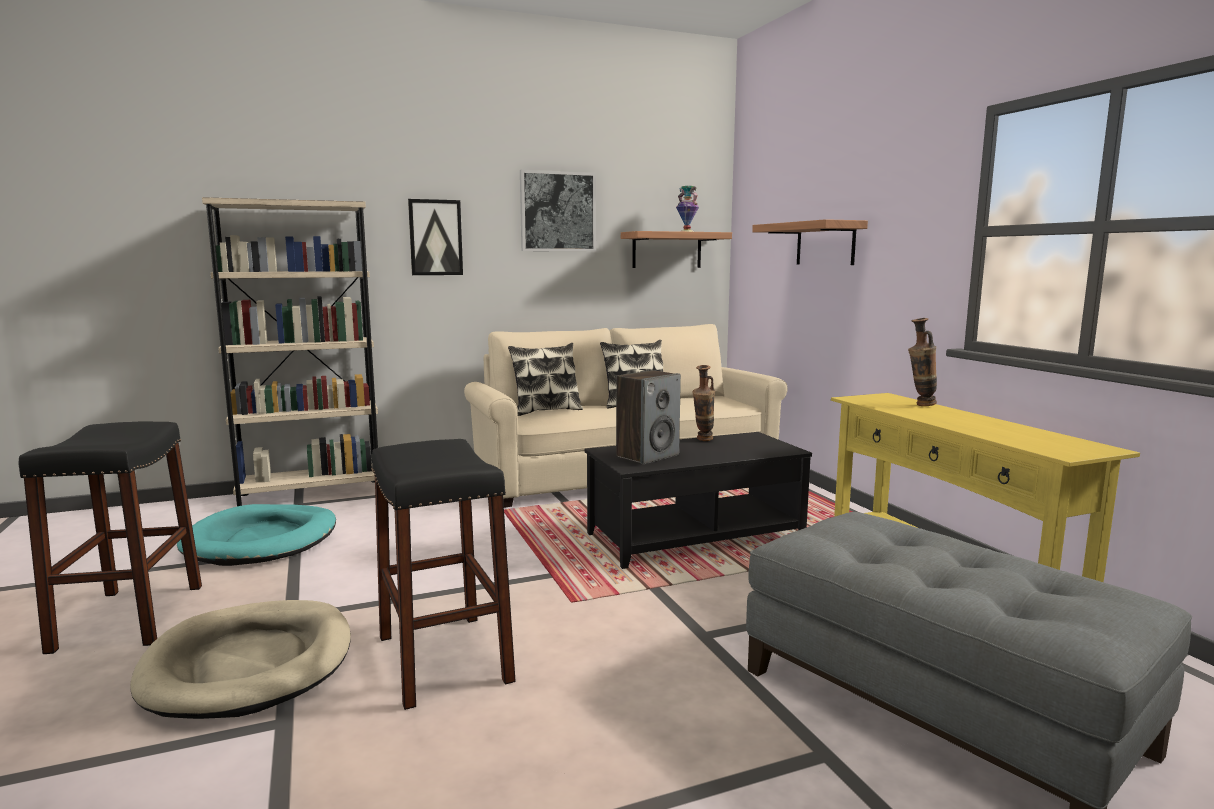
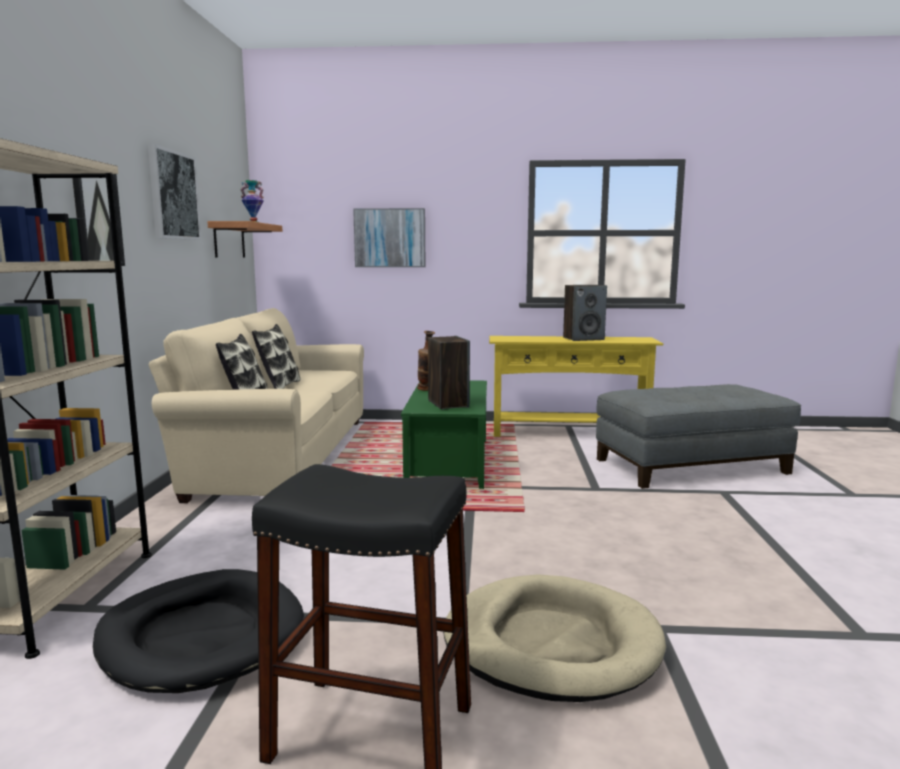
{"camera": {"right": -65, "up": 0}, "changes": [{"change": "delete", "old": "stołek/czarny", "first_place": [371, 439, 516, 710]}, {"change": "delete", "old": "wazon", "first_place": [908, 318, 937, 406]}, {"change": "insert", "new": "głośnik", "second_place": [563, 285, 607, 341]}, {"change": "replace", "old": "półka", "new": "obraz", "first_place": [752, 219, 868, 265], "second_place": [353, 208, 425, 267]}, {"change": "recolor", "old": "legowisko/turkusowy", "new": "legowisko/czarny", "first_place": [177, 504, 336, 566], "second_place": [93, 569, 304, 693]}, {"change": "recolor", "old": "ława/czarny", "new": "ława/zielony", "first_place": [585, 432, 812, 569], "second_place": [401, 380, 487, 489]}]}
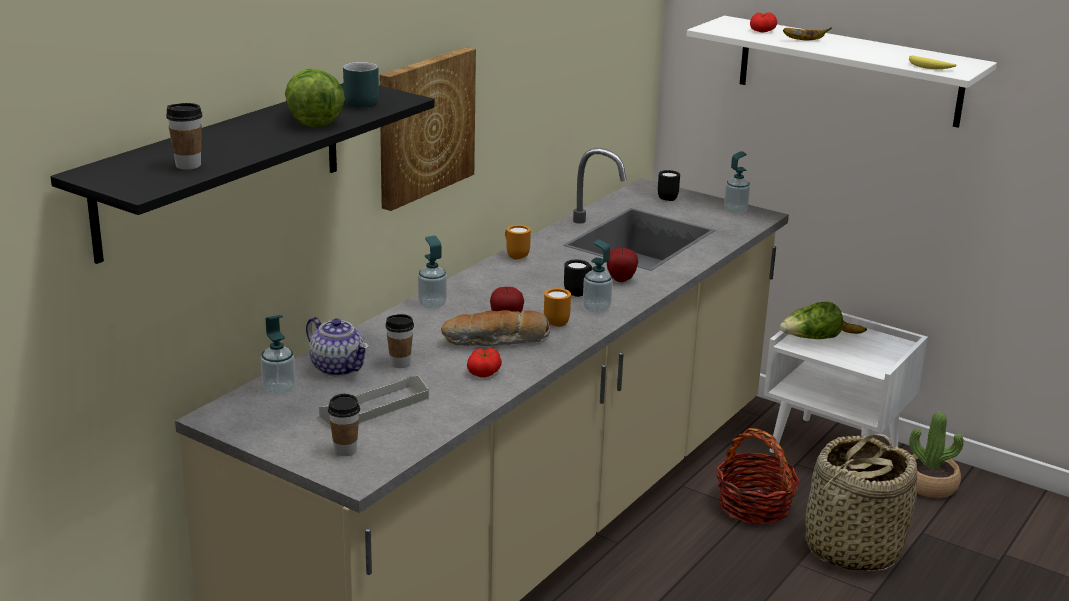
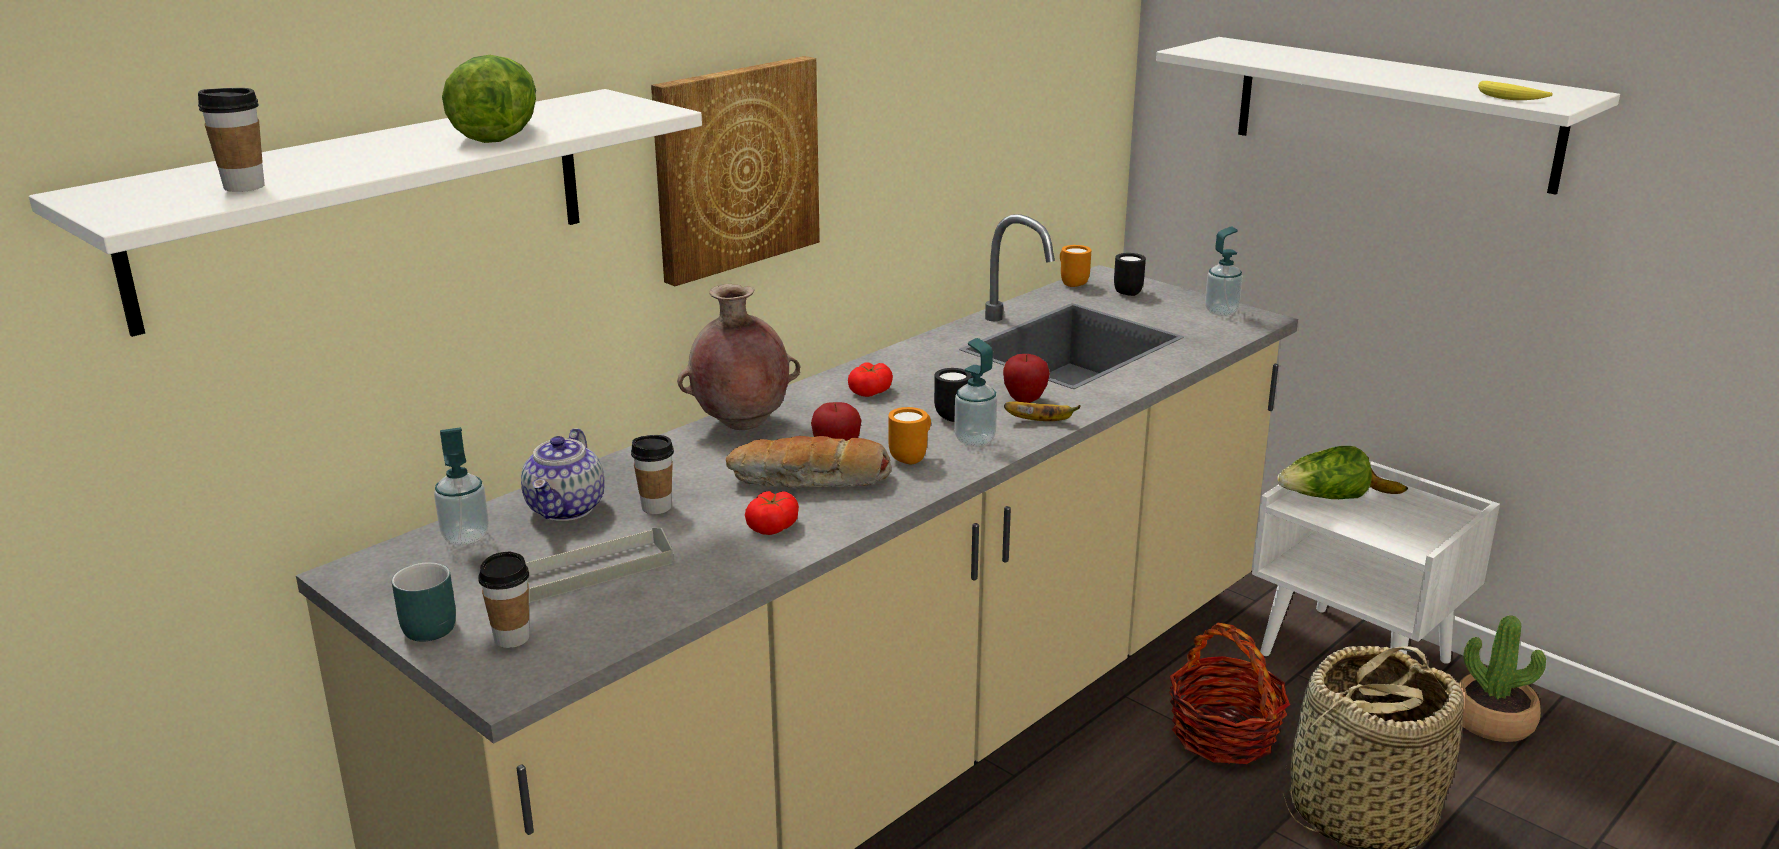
{"camera": {"right": 10, "up": 0}, "changes": [{"change": "move", "old": "kubek/turkusowy", "first_place": [343, 62, 379, 108], "second_place": [392, 562, 456, 642]}, {"change": "move", "old": "kubek/pomarańczowy", "first_place": [505, 225, 531, 259], "second_place": [1060, 245, 1091, 287]}, {"change": "move", "old": "pomidor", "first_place": [750, 12, 777, 33], "second_place": [848, 363, 893, 397]}, {"change": "move", "old": "banan", "first_place": [783, 27, 832, 40], "second_place": [1004, 402, 1081, 421]}, {"change": "replace", "old": "dozownik mydła", "new": "wazon/brązowy", "first_place": [418, 236, 447, 309], "second_place": [677, 284, 801, 430]}, {"change": "recolor", "old": "półka/czarny", "new": "półka/biały", "first_place": [51, 83, 435, 264], "second_place": [29, 89, 702, 337]}, {"change": "rotate", "old": "imbryk", "first_place": [306, 317, 369, 376], "second_place": [521, 428, 605, 521], "degrees": 45}]}
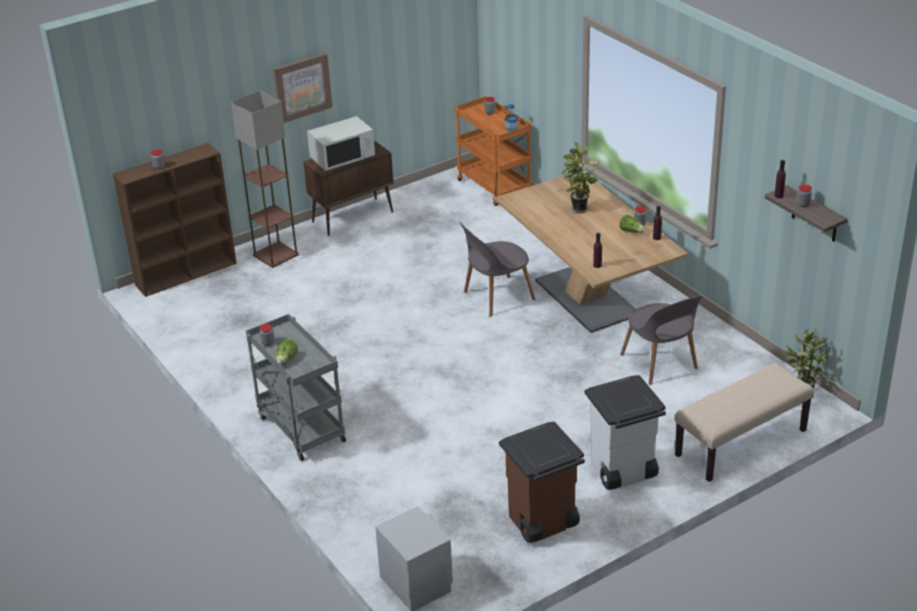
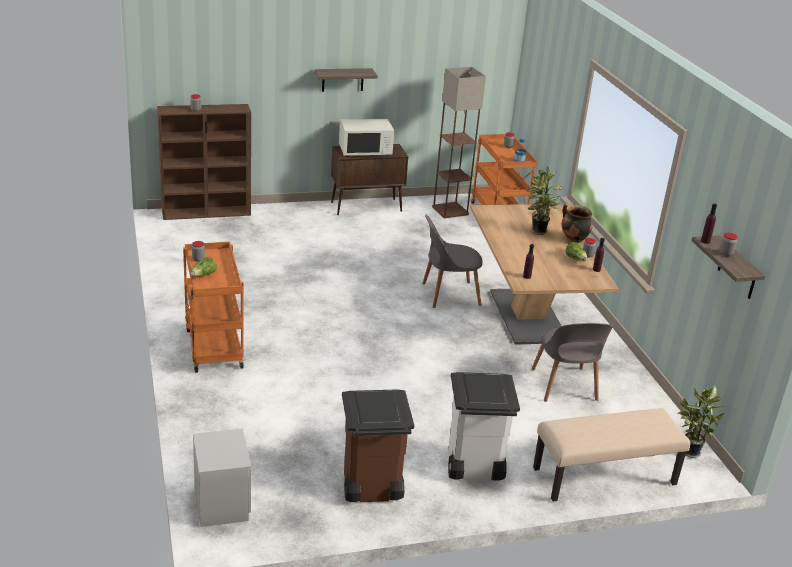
{"camera": {"right": 15, "up": -5}, "changes": [{"change": "insert", "new": "garnek", "second_place": [561, 204, 593, 243]}, {"change": "move", "old": "lampa stojąca", "first_place": [231, 90, 299, 268], "second_place": [432, 67, 486, 218]}, {"change": "replace", "old": "obraz", "new": "półka", "first_place": [273, 53, 332, 123], "second_place": [314, 68, 378, 92]}, {"change": "recolor", "old": "wózek/szary", "new": "wózek/pomarańczowy", "first_place": [246, 314, 346, 461], "second_place": [183, 242, 244, 373]}]}
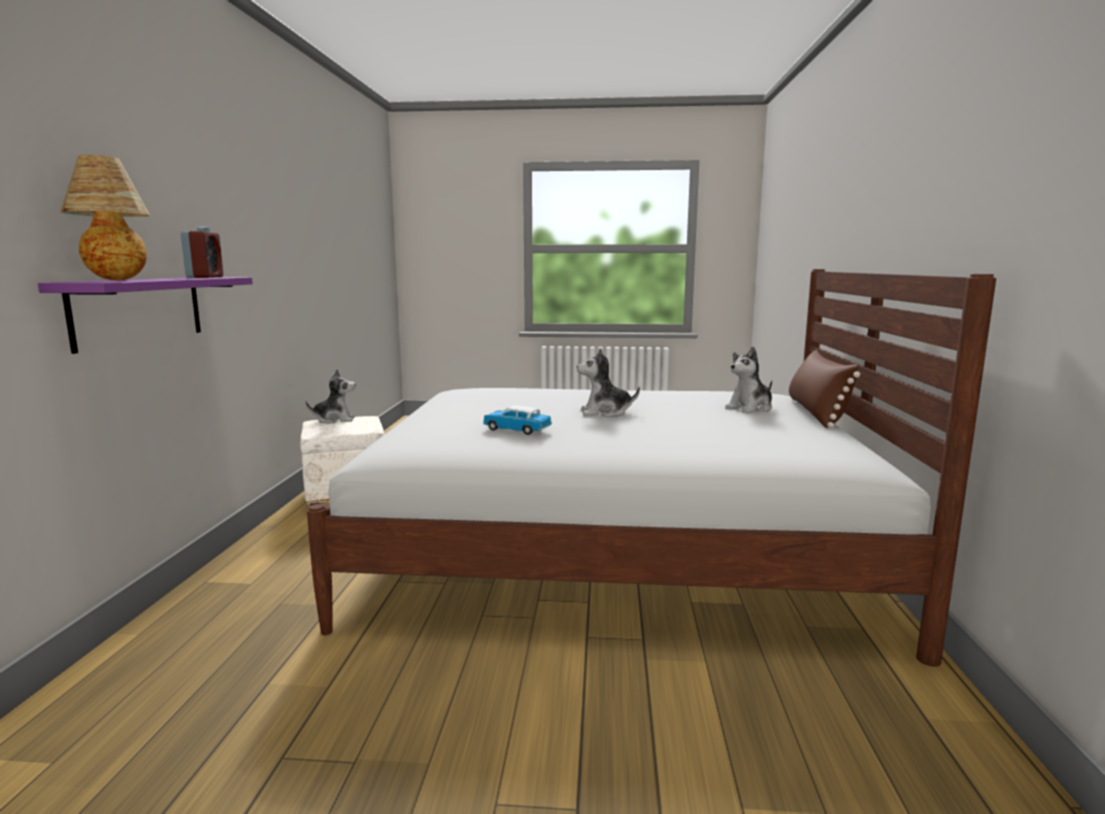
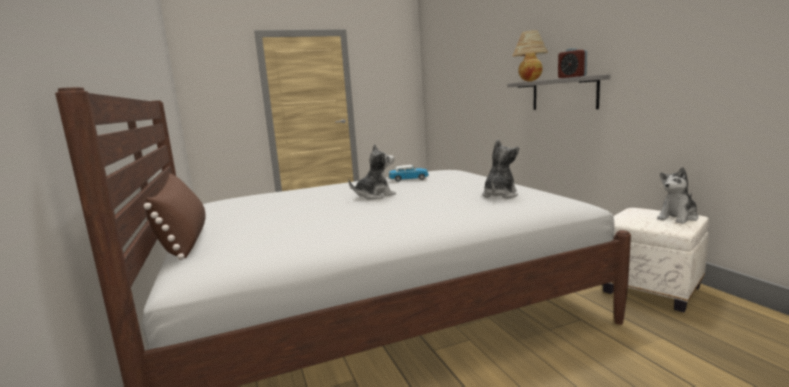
{"camera": {"right": 155, "up": 0}, "changes": [{"change": "move", "old": "pluszak", "first_place": [725, 346, 772, 413], "second_place": [482, 139, 519, 199]}, {"change": "recolor", "old": "półka/fioletowy", "new": "półka/szary", "first_place": [38, 277, 253, 354], "second_place": [507, 75, 610, 110]}]}
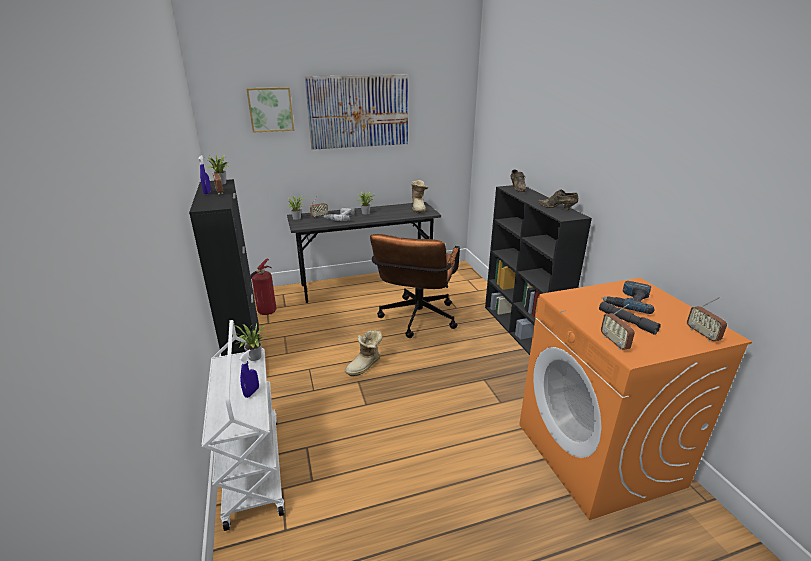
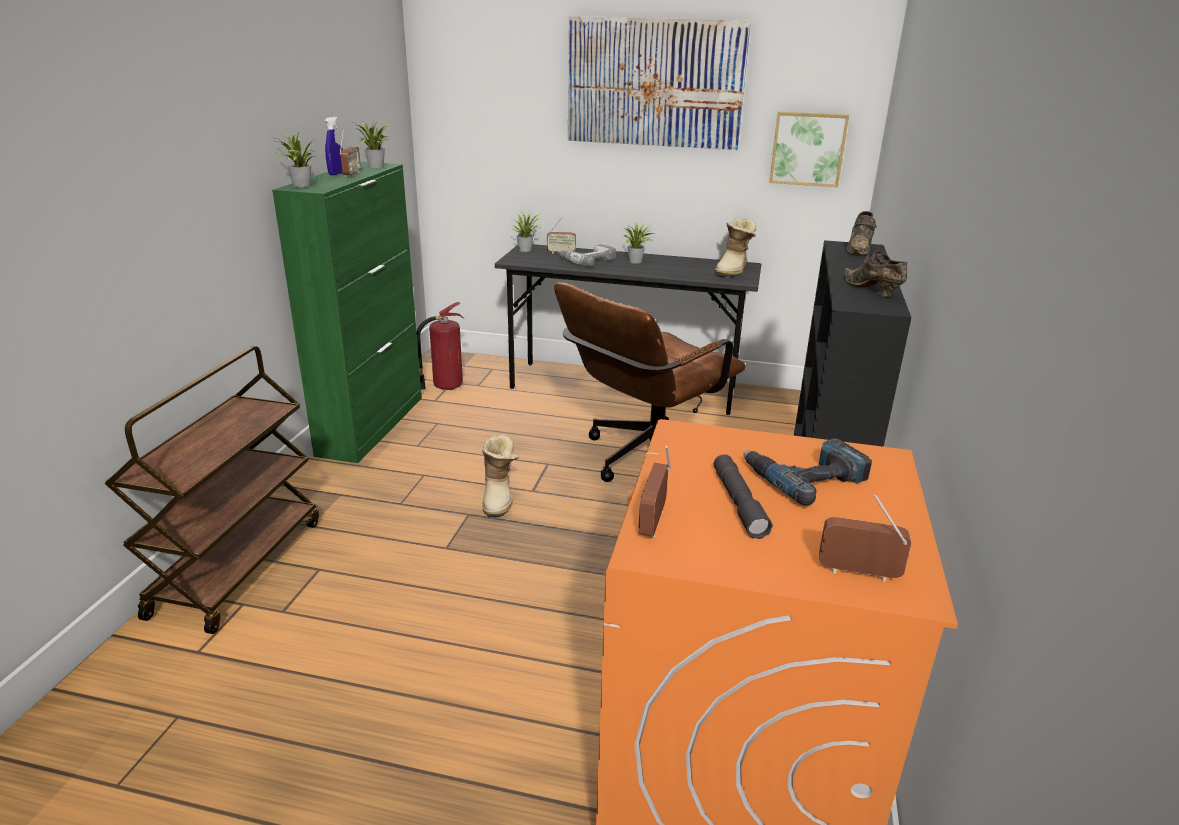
{"camera": {"right": 30, "up": 0}, "changes": [{"change": "delete", "old": "spryskiwacz/niebieski", "first_place": [239, 349, 259, 398]}, {"change": "move", "old": "roślina doniczkowa", "first_place": [234, 324, 266, 361], "second_place": [270, 133, 316, 187]}, {"change": "move", "old": "obraz", "first_place": [246, 87, 294, 132], "second_place": [769, 111, 849, 187]}, {"change": "recolor", "old": "szafka/czarny", "new": "szafka/zielony", "first_place": [189, 179, 260, 356], "second_place": [272, 162, 422, 463]}, {"change": "recolor", "old": "wózek/biały", "new": "wózek/brązowy", "first_place": [202, 320, 285, 531], "second_place": [105, 346, 319, 634]}, {"change": "rotate", "old": "but z cholewką", "first_place": [345, 330, 382, 376], "second_place": [482, 435, 519, 518], "degrees": -75}, {"change": "rotate", "old": "radio", "first_place": [687, 297, 727, 342], "second_place": [819, 494, 912, 582], "degrees": 90}]}
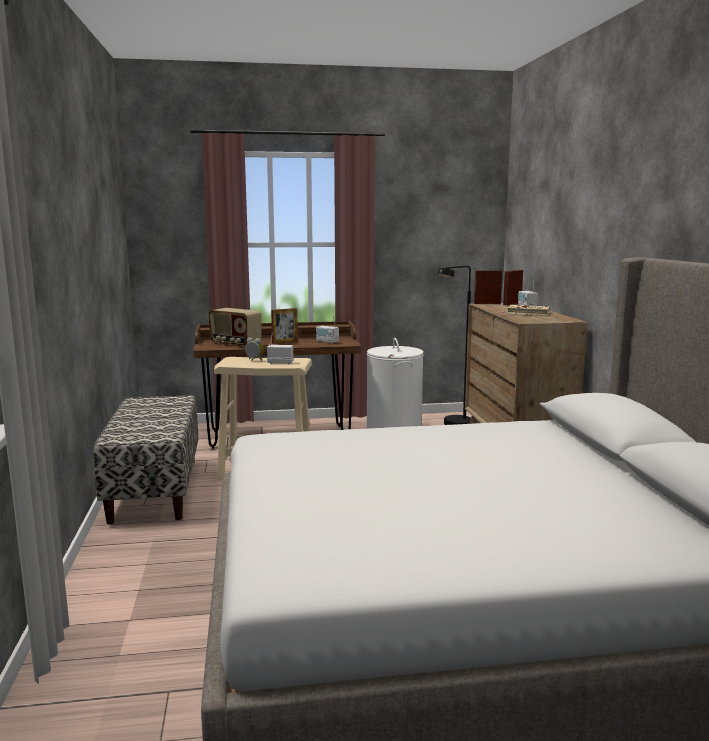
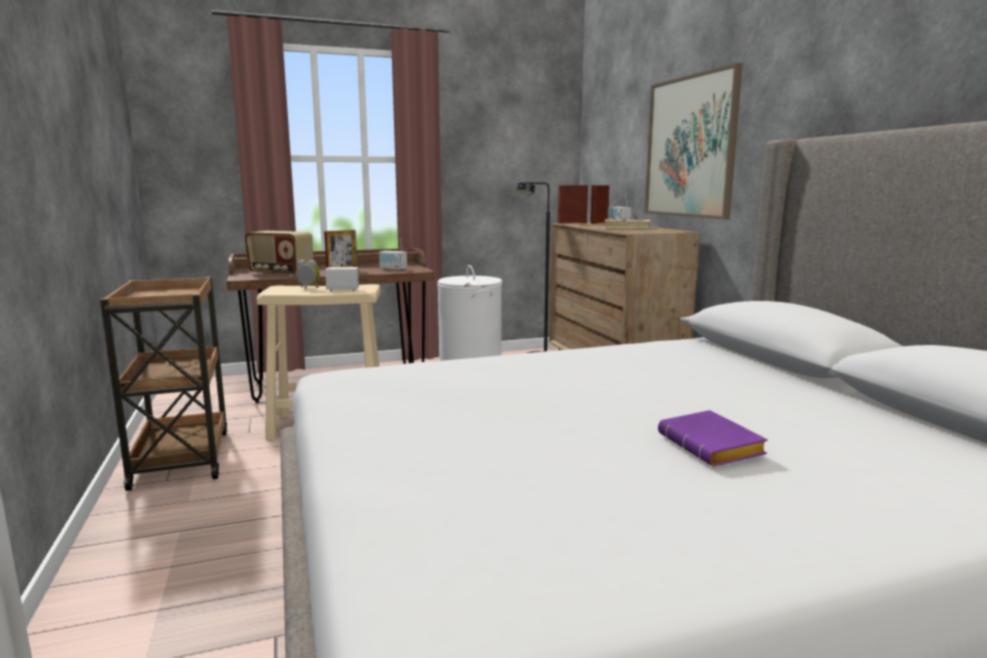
{"camera": {"right": -10, "up": 0}, "changes": [{"change": "insert", "new": "obraz", "second_place": [644, 63, 743, 220]}, {"change": "insert", "new": "książka/fioletowy", "second_place": [658, 410, 768, 466]}, {"change": "replace", "old": "ławka", "new": "wózek/brązowy", "first_place": [93, 395, 198, 524], "second_place": [100, 277, 227, 491]}]}
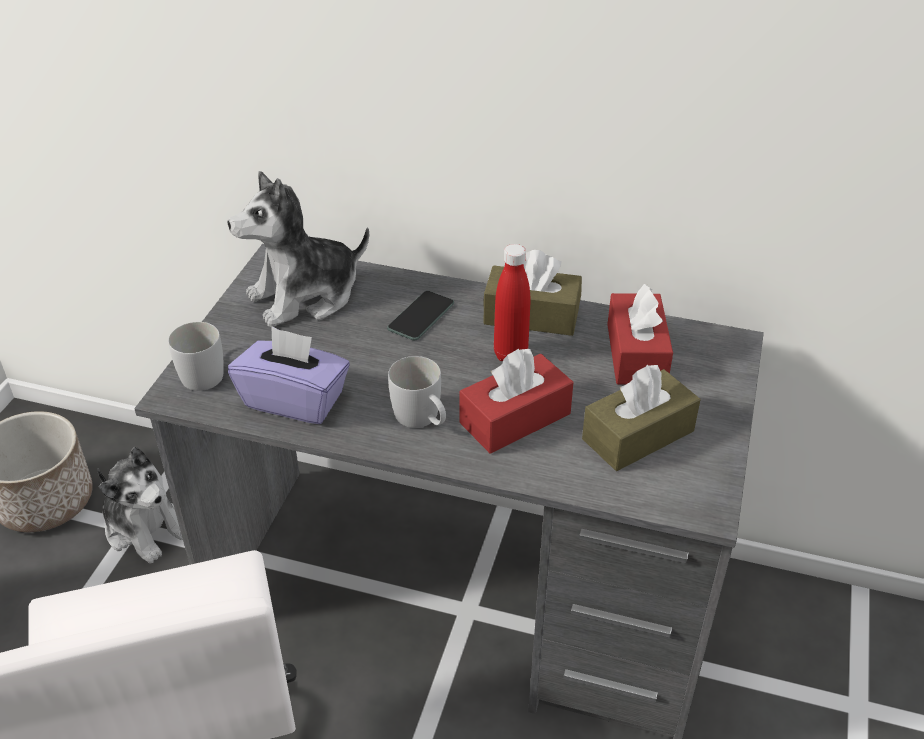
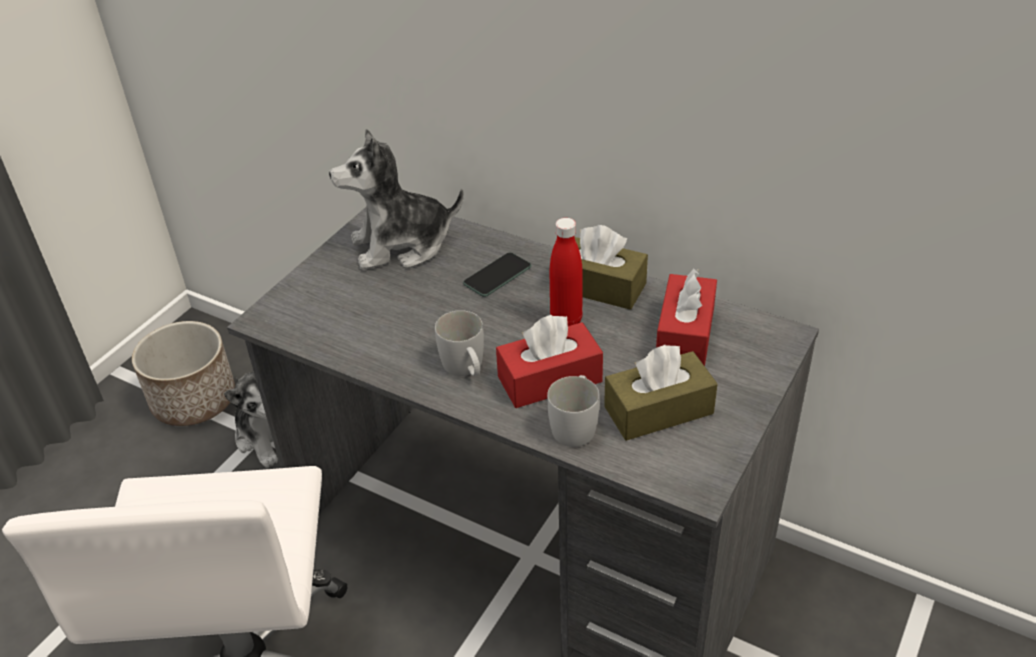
{"camera": {"right": 15, "up": 0}, "changes": [{"change": "delete", "old": "pudełko chusteczek/fioletowy", "first_place": [228, 327, 350, 424]}, {"change": "move", "old": "kubek/biały", "first_place": [168, 322, 224, 391], "second_place": [547, 375, 600, 447]}]}
